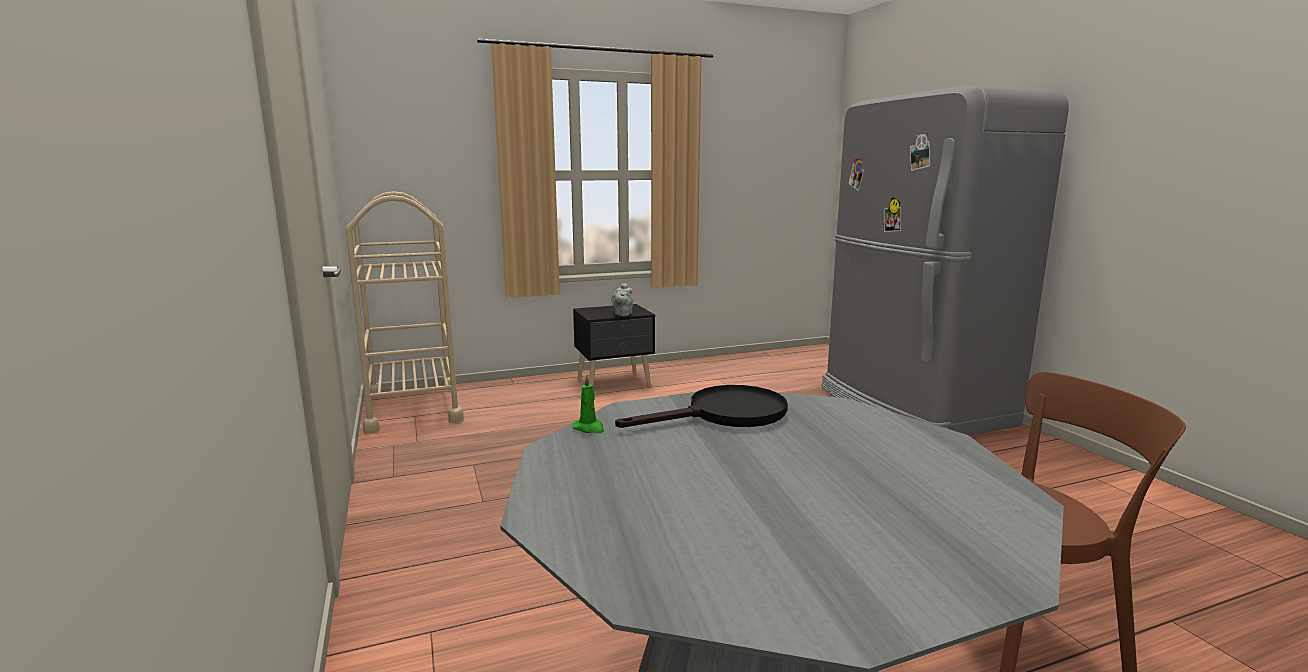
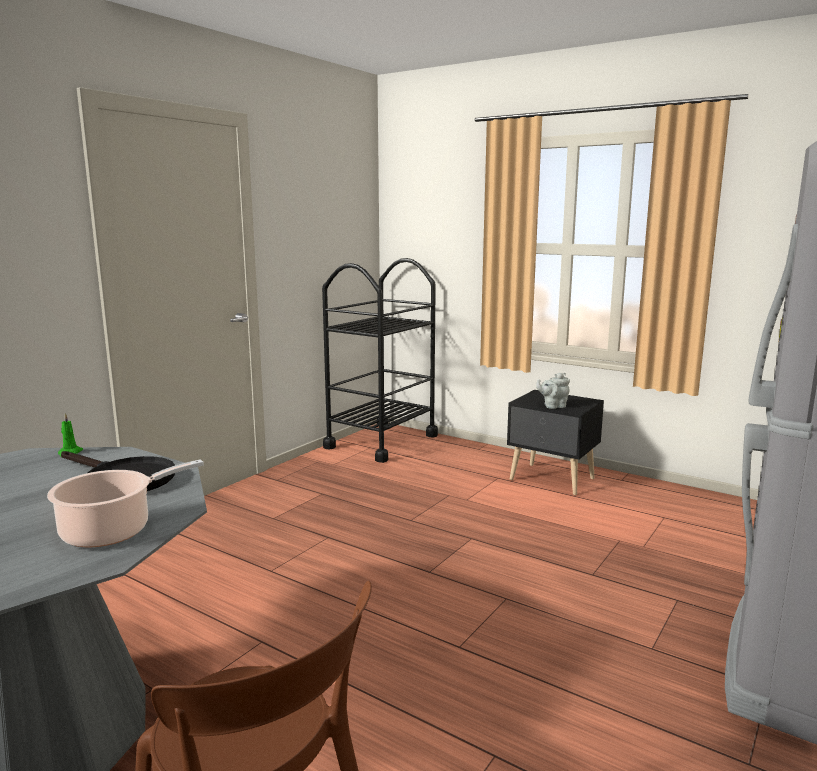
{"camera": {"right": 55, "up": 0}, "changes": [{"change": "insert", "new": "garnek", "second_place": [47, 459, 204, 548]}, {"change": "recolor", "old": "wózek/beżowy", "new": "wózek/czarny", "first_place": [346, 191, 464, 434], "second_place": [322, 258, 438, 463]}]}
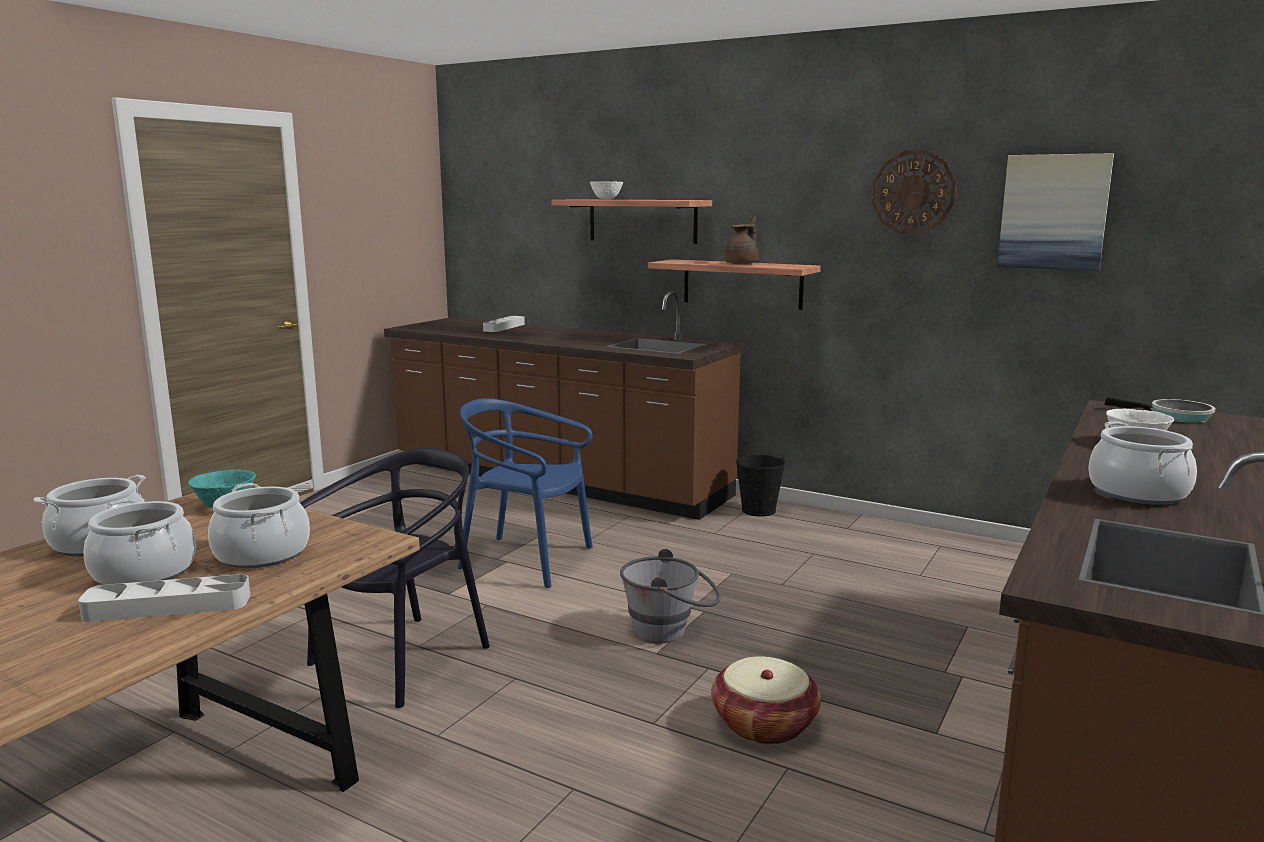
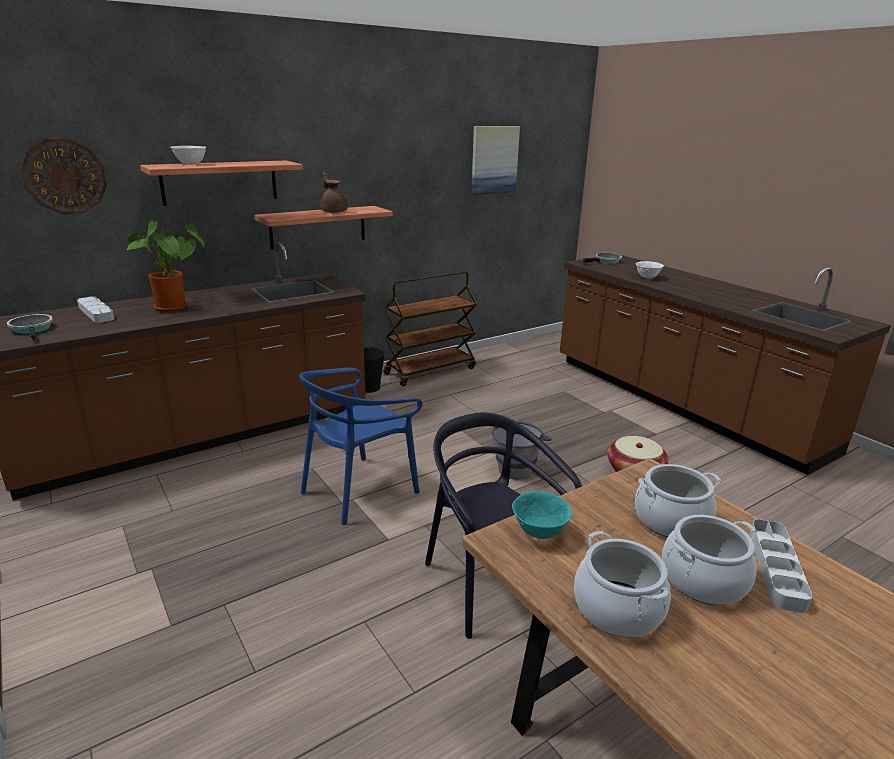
{"camera": {"right": -65, "up": 10}, "changes": [{"change": "delete", "old": "garnek", "first_place": [1088, 422, 1197, 505]}, {"change": "insert", "new": "patelnia", "second_place": [7, 314, 53, 341]}, {"change": "insert", "new": "roślina doniczkowa", "second_place": [127, 220, 205, 312]}, {"change": "insert", "new": "wózek/brązowy", "second_place": [383, 271, 477, 386]}, {"change": "move", "old": "zegar ścienny", "first_place": [872, 150, 956, 234], "second_place": [20, 138, 107, 215]}]}
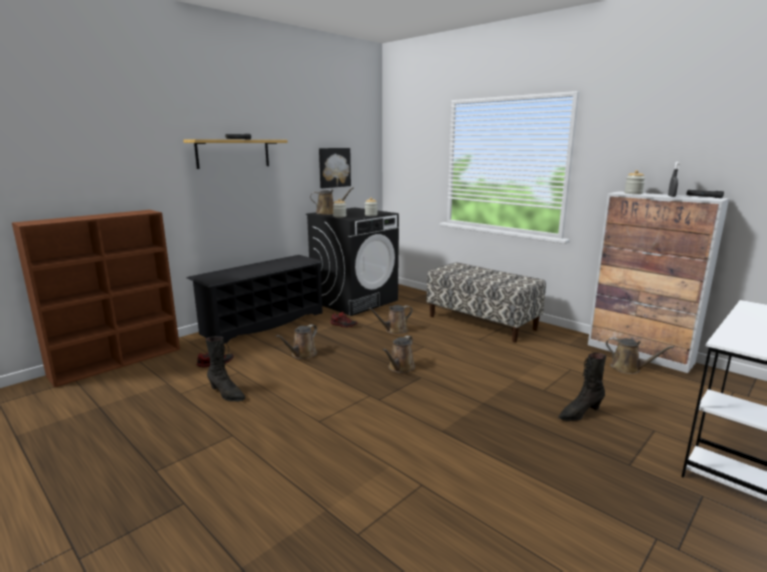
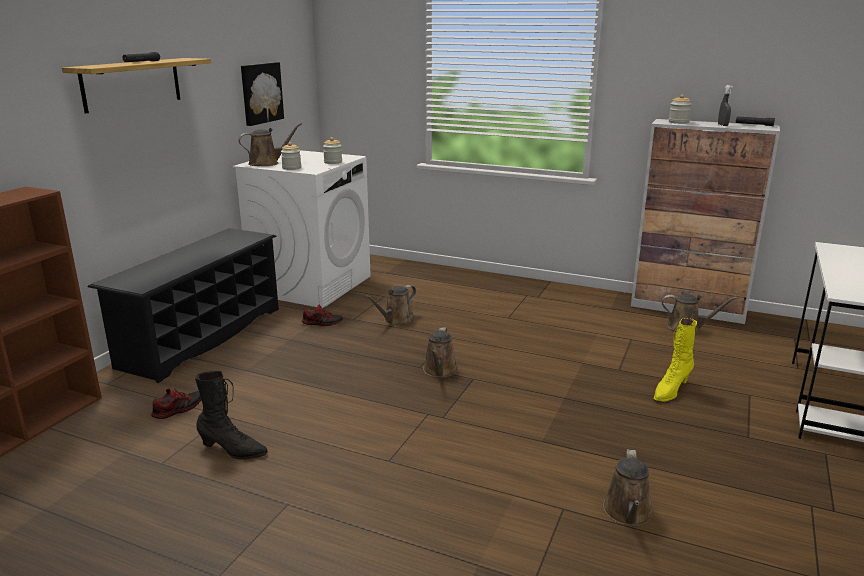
{"camera": {"right": -20, "up": 5}, "changes": [{"change": "delete", "old": "ławka", "first_place": [427, 262, 546, 342]}, {"change": "move", "old": "konewka/brązowy", "first_place": [276, 324, 317, 359], "second_place": [603, 449, 653, 526]}, {"change": "recolor", "old": "pralka/czarny", "new": "pralka/biały", "first_place": [306, 208, 399, 316], "second_place": [233, 150, 371, 308]}, {"change": "recolor", "old": "but z cholewką/czarny", "new": "but z cholewką/żółty", "first_place": [558, 352, 606, 421], "second_place": [654, 318, 697, 402]}]}
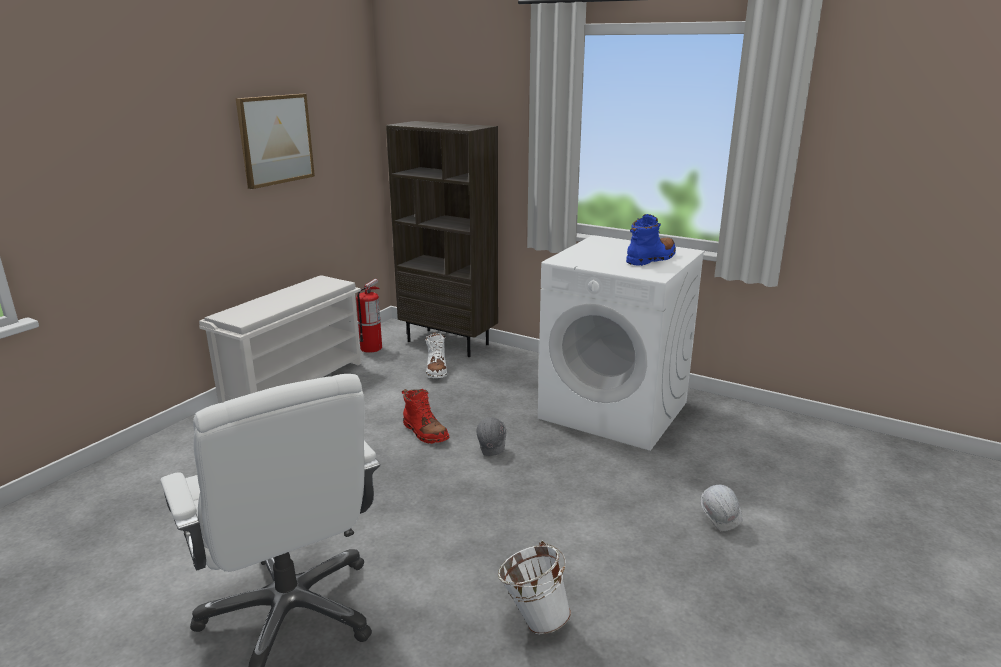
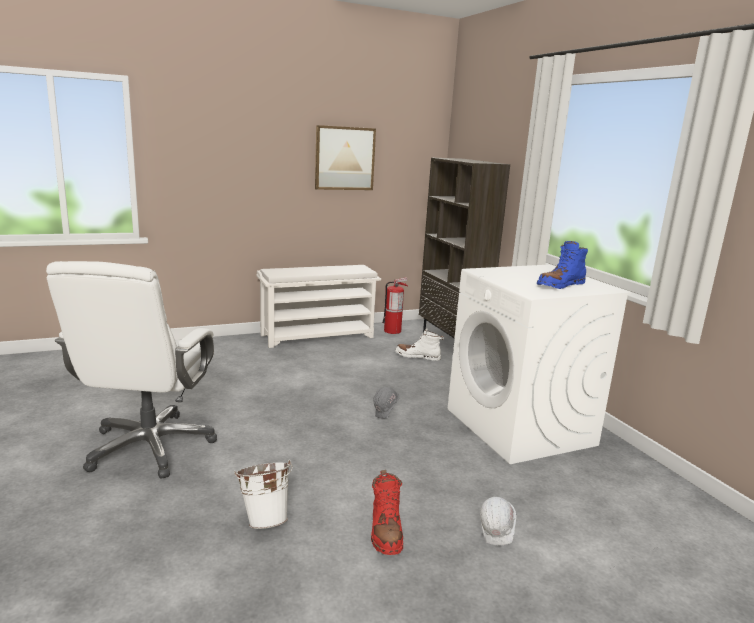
{"camera": {"right": 35, "up": -5}, "changes": [{"change": "move", "old": "but z cholewką/czerwony", "first_place": [402, 389, 449, 444], "second_place": [371, 469, 403, 555]}, {"change": "rotate", "old": "but z cholewką/biały", "first_place": [425, 332, 447, 378], "second_place": [395, 328, 444, 361], "degrees": 75}, {"change": "rotate", "old": "but z cholewką/niebieski", "first_place": [626, 214, 676, 266], "second_place": [537, 241, 588, 289], "degrees": 150}]}
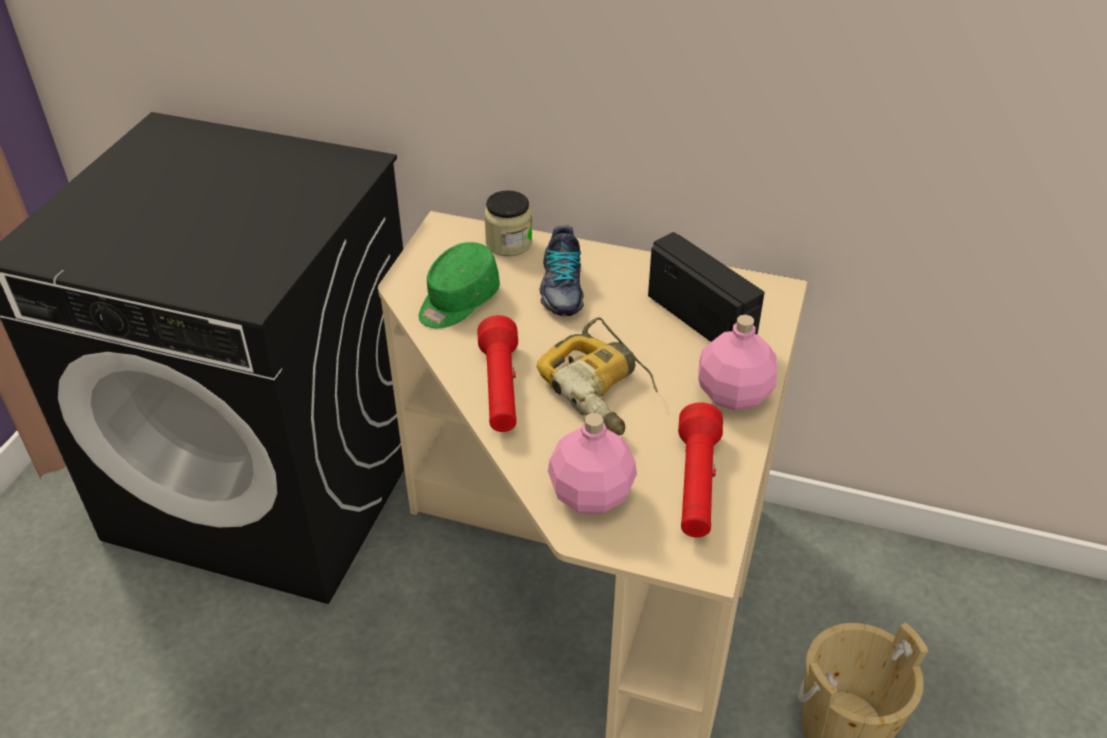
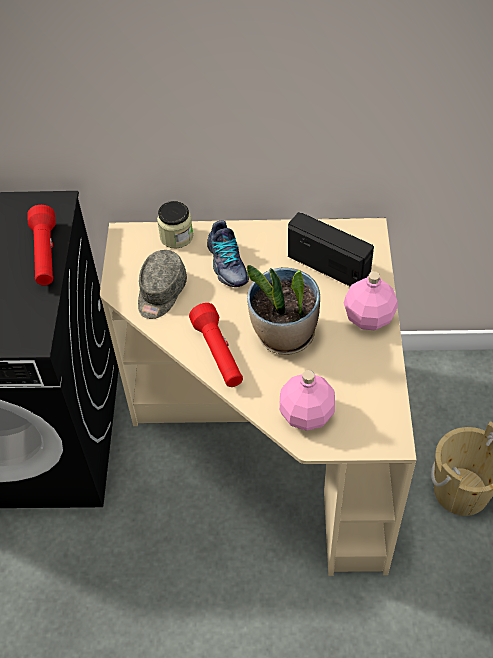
{"camera": {"right": -15, "up": 10}, "changes": [{"change": "move", "old": "latarka/czerwony", "first_place": [678, 402, 723, 538], "second_place": [27, 205, 56, 286]}, {"change": "replace", "old": "wiertarka", "new": "roślina doniczkowa", "first_place": [537, 317, 658, 435], "second_place": [247, 265, 320, 355]}, {"change": "recolor", "old": "czapka z daszkiem/zielony", "new": "czapka z daszkiem/szary", "first_place": [418, 242, 500, 328], "second_place": [138, 250, 187, 319]}]}
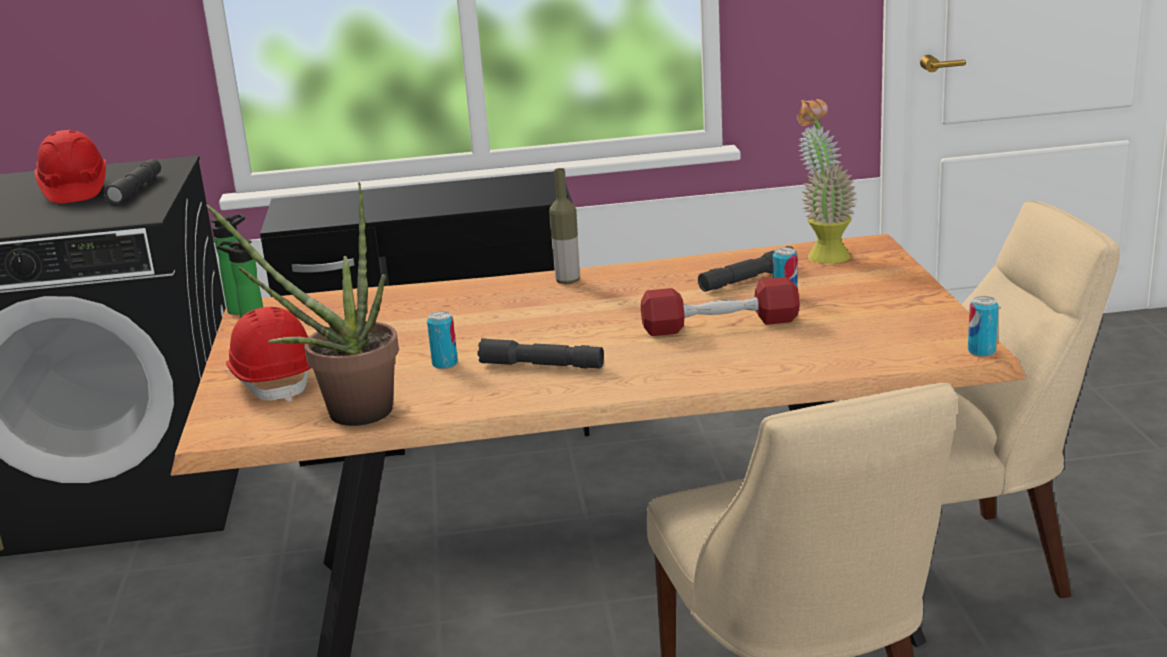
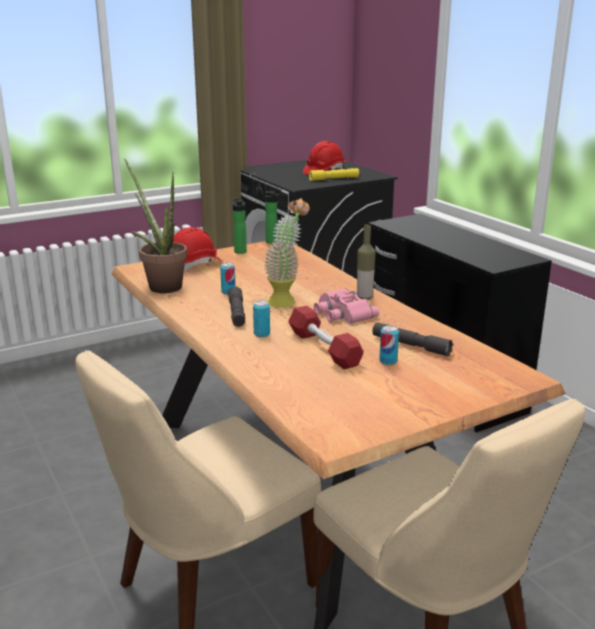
{"camera": {"right": 65, "up": 0}, "changes": [{"change": "insert", "new": "lornetka/różowy", "second_place": [314, 288, 379, 324]}, {"change": "move", "old": "roślina doniczkowa", "first_place": [797, 99, 857, 264], "second_place": [265, 198, 310, 307]}, {"change": "move", "old": "puszka", "first_place": [968, 296, 998, 357], "second_place": [253, 300, 270, 337]}, {"change": "recolor", "old": "latarka/szary", "new": "latarka/żółty", "first_place": [104, 159, 161, 205], "second_place": [309, 168, 359, 181]}]}
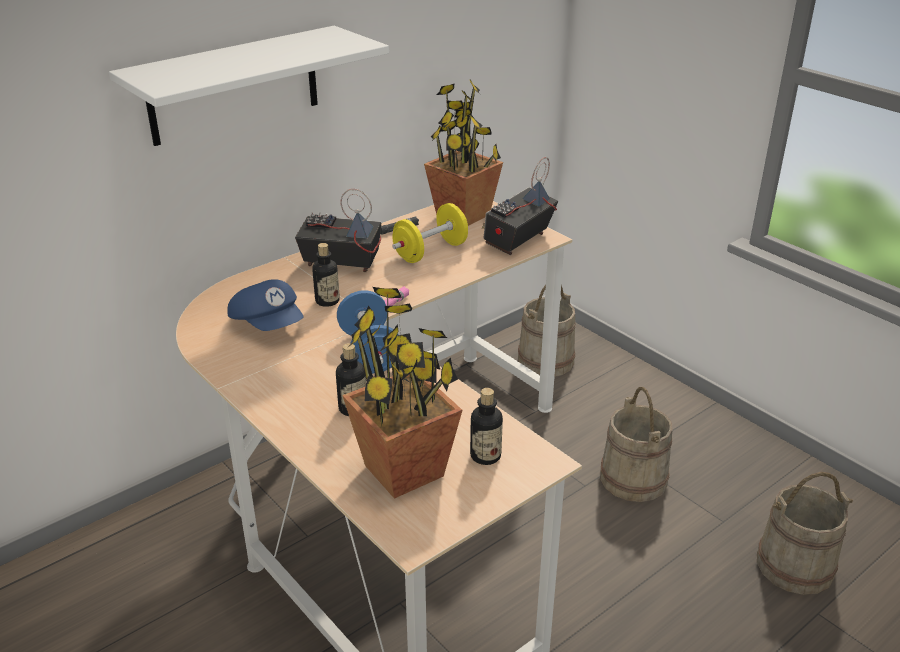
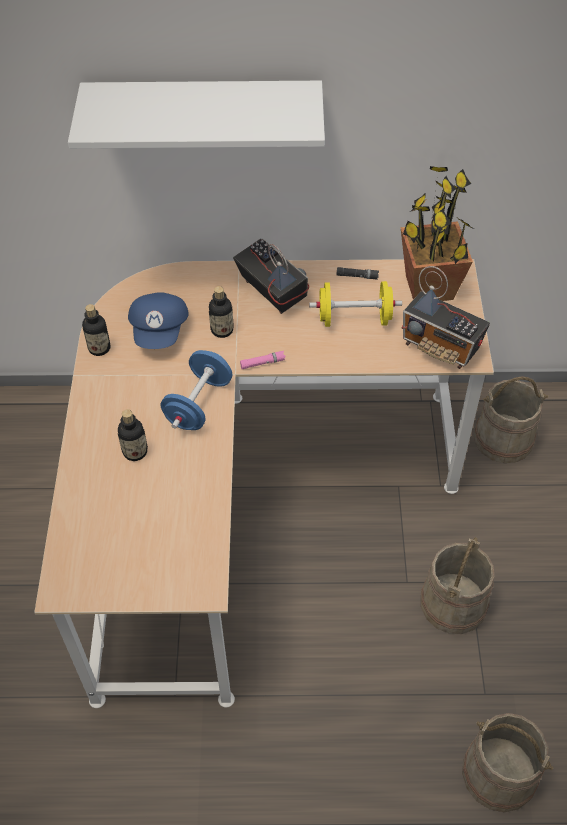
{"camera": {"right": 40, "up": 20}, "changes": [{"change": "delete", "old": "roślina doniczkowa", "first_place": [342, 287, 462, 499]}, {"change": "move", "old": "butelka", "first_place": [470, 388, 503, 465], "second_place": [82, 304, 111, 356]}, {"change": "rotate", "old": "radio", "first_place": [482, 157, 558, 255], "second_place": [402, 266, 490, 369], "degrees": -135}]}
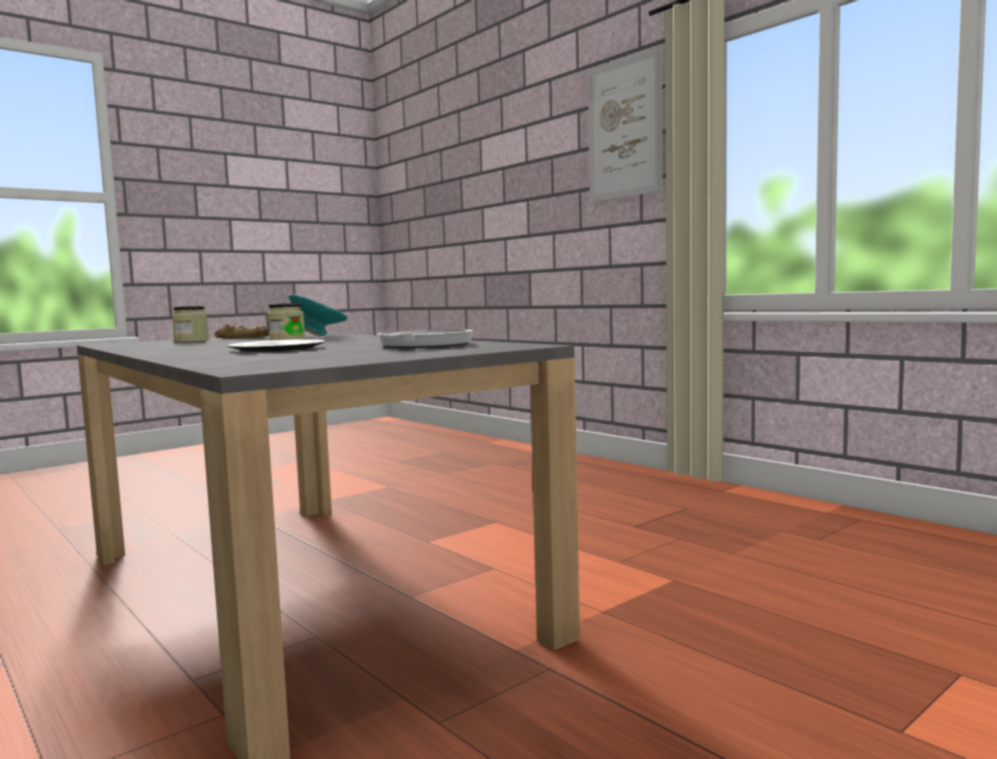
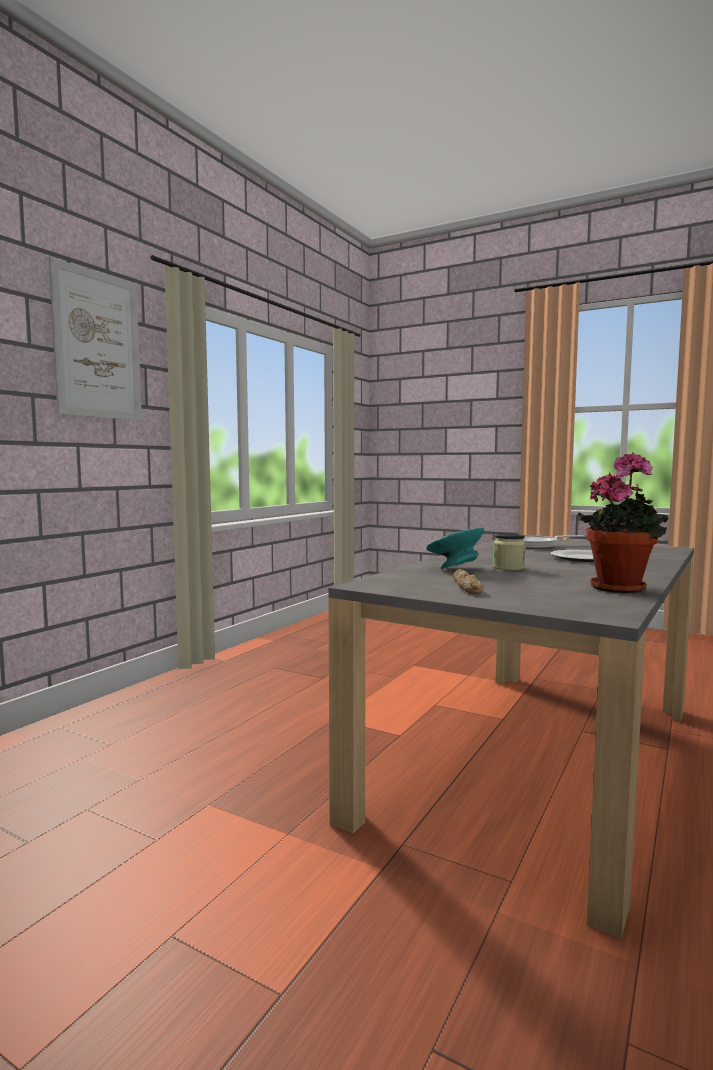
{"camera": {"right": -110, "up": 0}, "changes": [{"change": "delete", "old": "słoik", "first_place": [172, 306, 209, 342]}, {"change": "insert", "new": "roślina doniczkowa", "second_place": [576, 452, 668, 593]}]}
